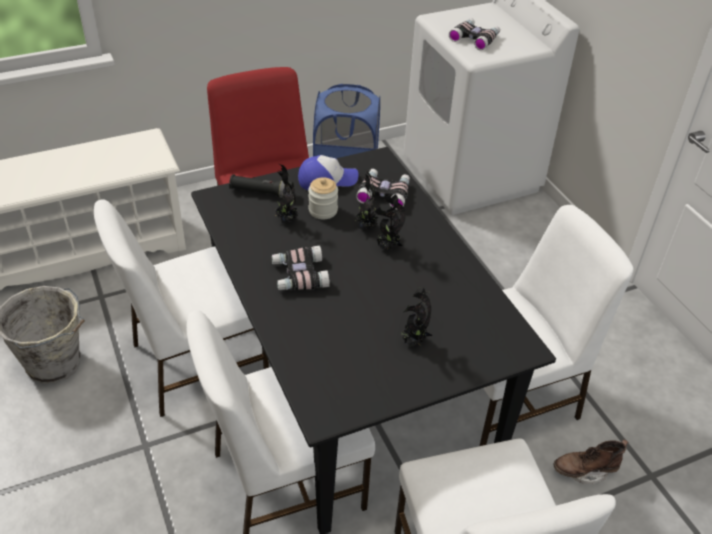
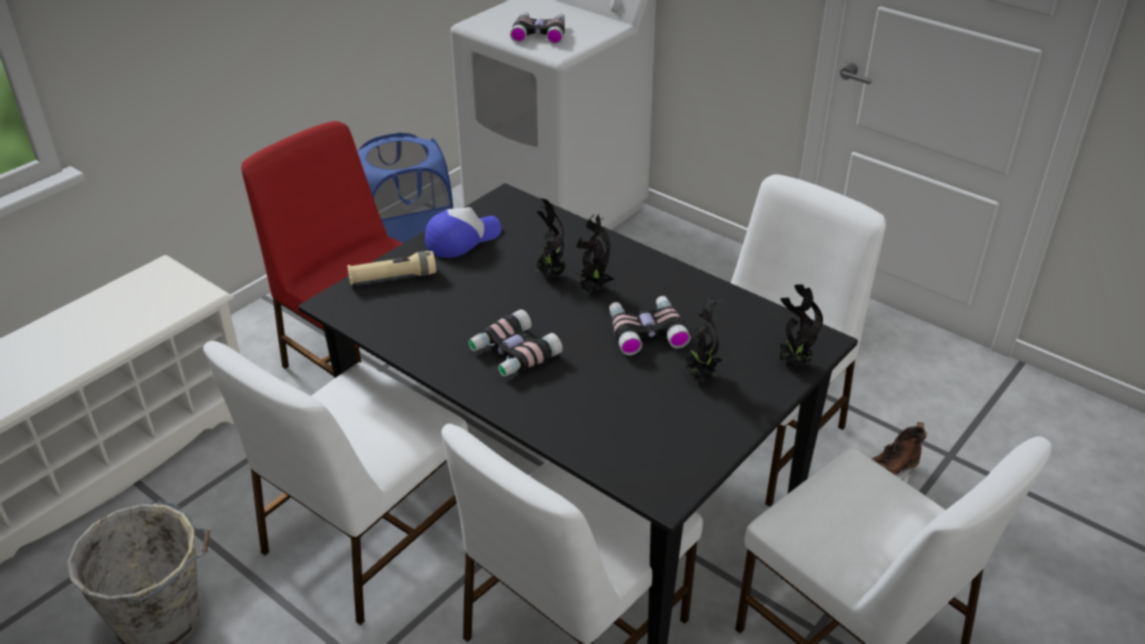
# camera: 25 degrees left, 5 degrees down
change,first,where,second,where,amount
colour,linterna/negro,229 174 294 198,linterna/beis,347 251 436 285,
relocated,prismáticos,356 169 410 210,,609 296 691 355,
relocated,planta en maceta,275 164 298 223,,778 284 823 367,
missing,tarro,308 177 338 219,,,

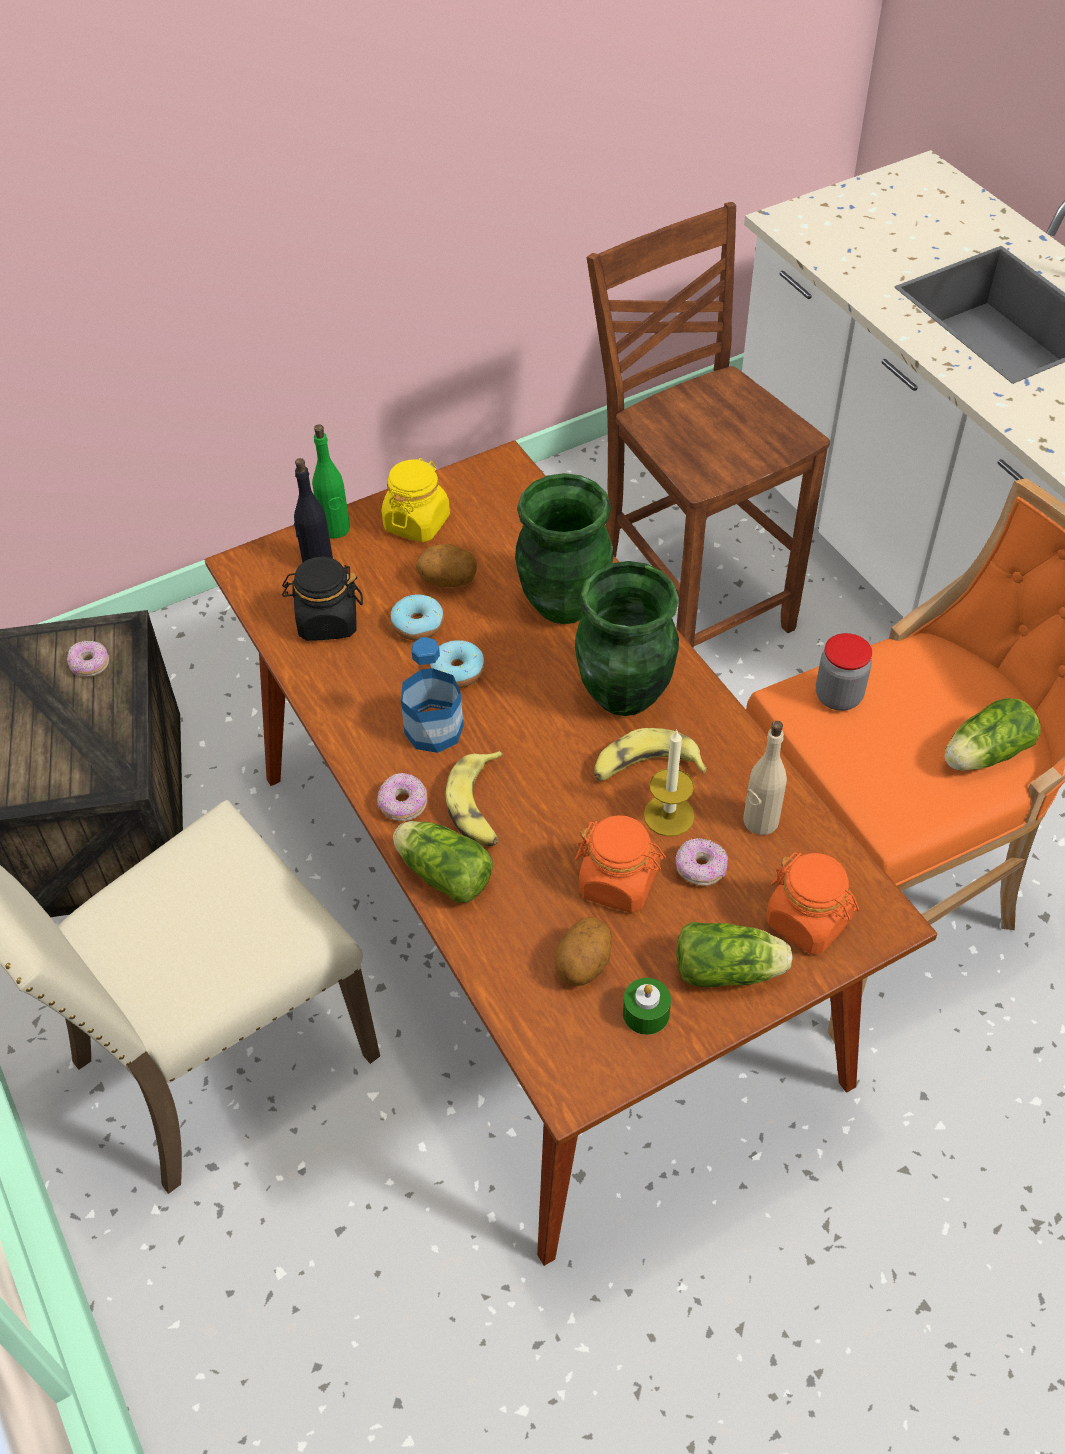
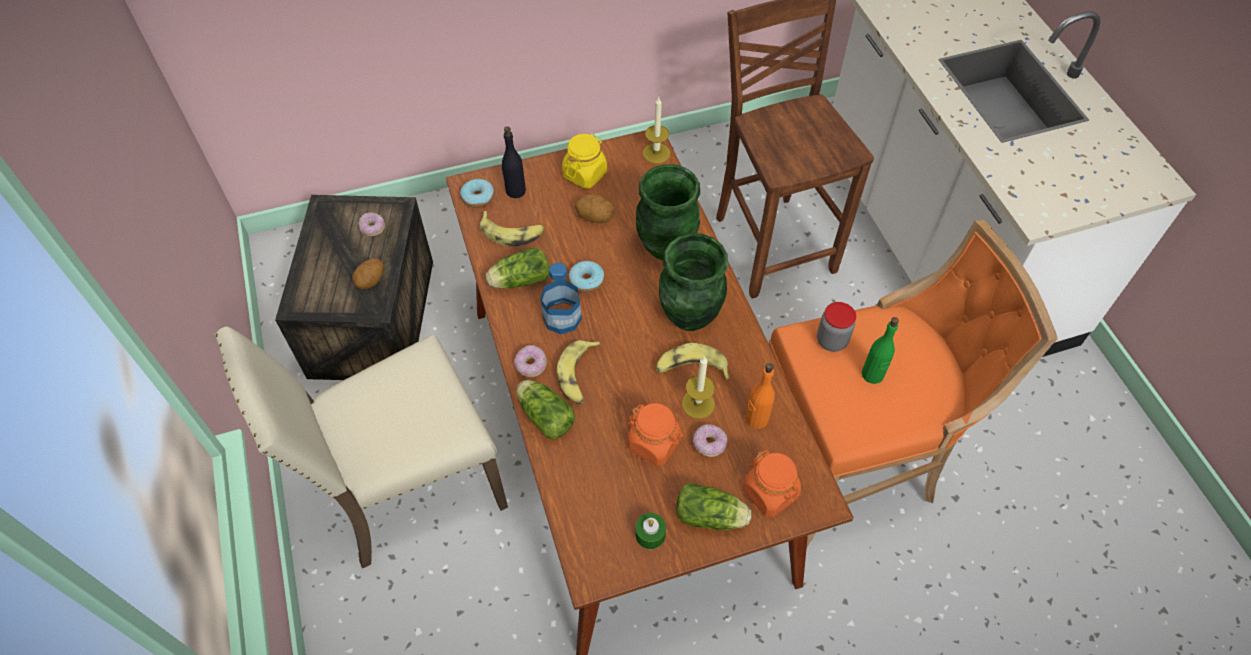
# camera: 10 degrees right, 5 degrees up
change,first,where,second,where,amount
relocated,patata,555 917 612 986,,352 258 385 289,
relocated,rosquilla,390 595 444 640,,460 179 495 208,
exchanged,tarro/negro,282 557 363 641,plátano,480 211 545 247,
relocated,lechuga,945 698 1041 771,,486 248 550 289,
appeared,,,vela,643 97 671 164,
colour,botella/beis,743 721 787 835,botella/naranja,746 363 775 429,
relocated,botella/verde,312 424 350 538,,862 317 899 384,

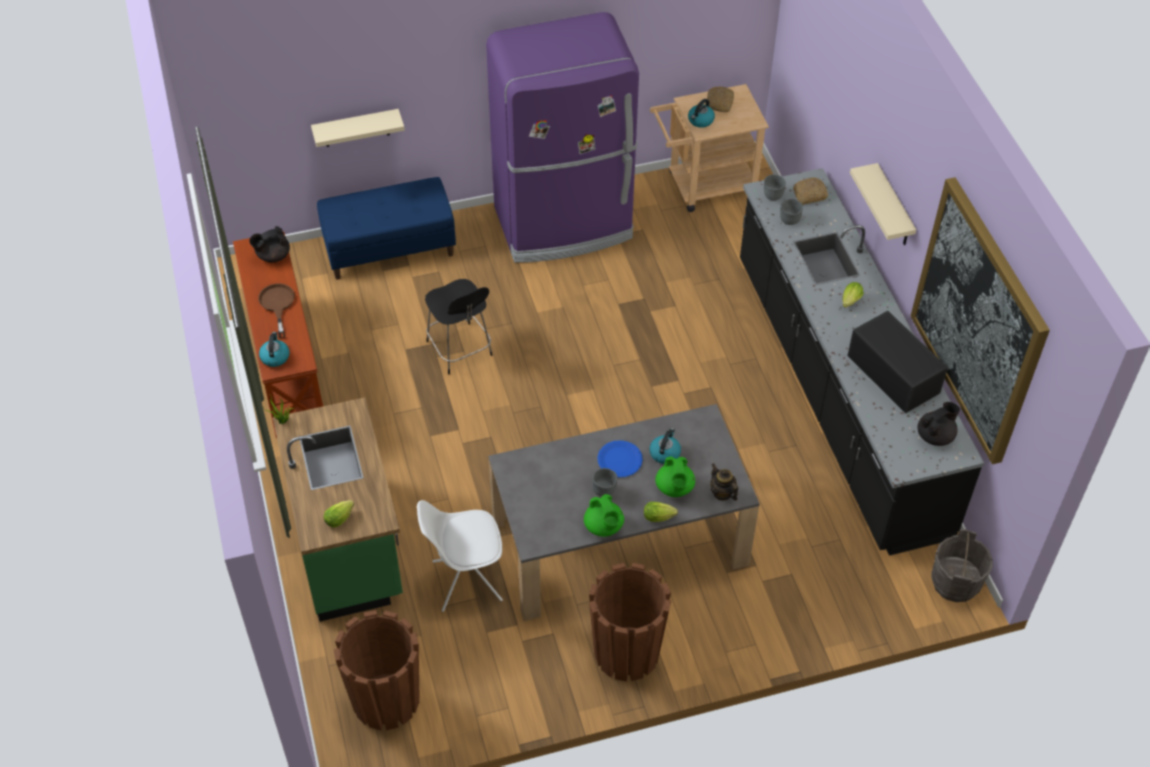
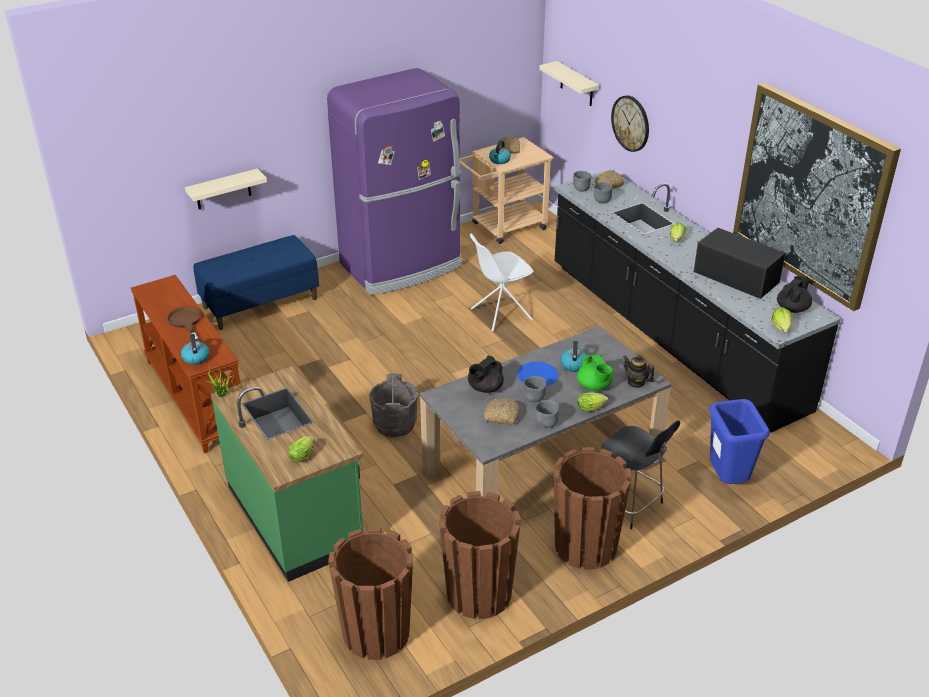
# camera: 15 degrees left, 15 degrees down
change,first,where,second,where,amount
relocated,cubo/gris,931 529 993 602,,369 373 418 437,
appeared,,,maceta/marrón,439 491 521 619,
relocated,tetera/negro,249 226 290 262,,468 356 504 393,
relocated,silla/blanco,417 500 503 612,,470 234 533 332,
appeared,,,pan,484 398 520 425,
exchanged,tetera/verde,584 494 624 537,cuenco/gris,536 400 559 428,
relocated,estante/beis,850 163 916 245,,539 61 599 106,
relocated,silla/negro,425 279 492 374,,601 420 680 529,
appeared,,,reloj de pared,611 95 649 152,
appeared,,,papelera/azul,709 399 770 484,
appeared,,,lechuga,771 307 792 332,

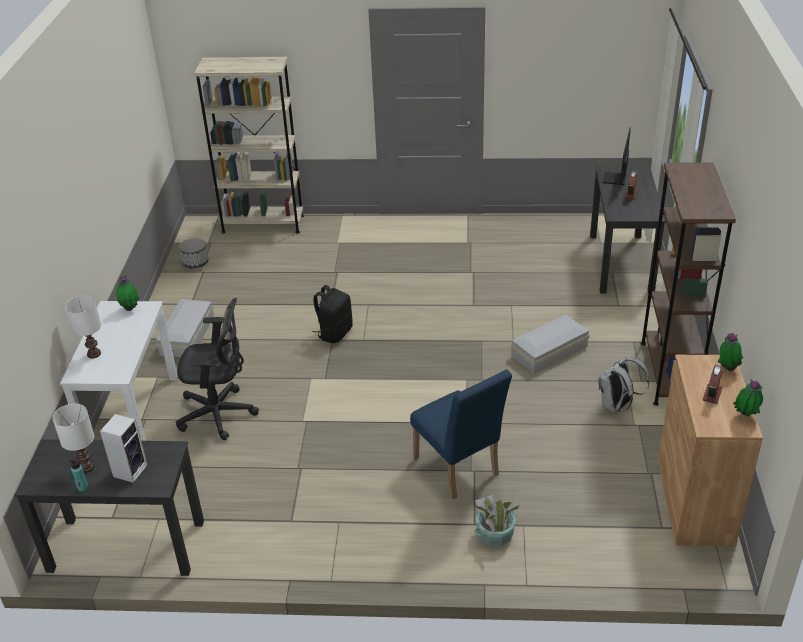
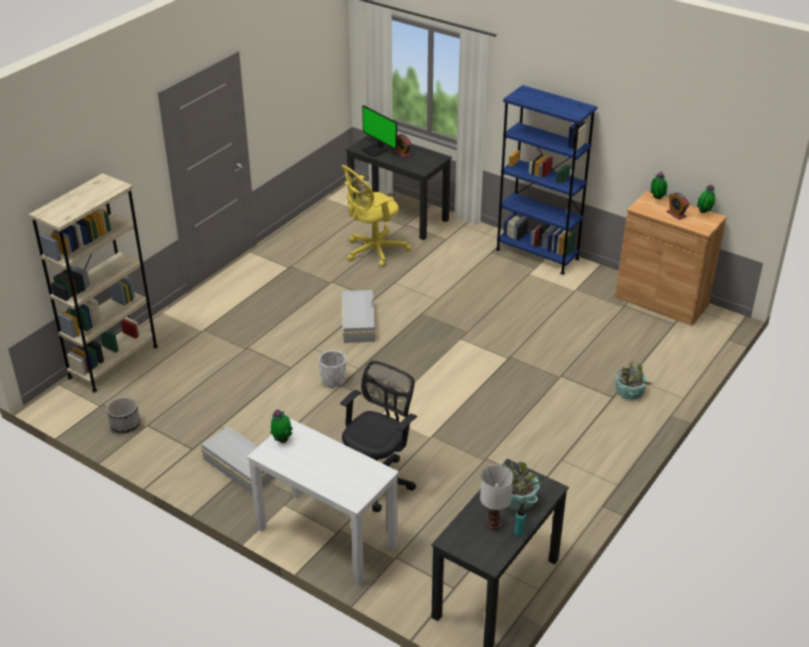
# camera: 60 degrees left, 0 degrees up
change,first,where,second,where,amount
exchanged,mochila/negro,312 285 353 343,maceta/blanco,319 350 346 388,
appeared,,,silla de oficina/amarillo,341 165 412 267,
relocated,caja de almacenaje/blanco,511 314 589 374,,342 290 376 343,
colour,estantería/marrón,640 162 736 406,estantería/azul,496 85 597 275,
exchanged,altavoz,100 414 148 483,planta en maceta,503 461 551 510,
missing,lámpara de mesa/blanco,65 296 101 359,,,
missing,silla/azul,410 370 512 499,,,
missing,mochila/blanco,598 356 649 413,,,

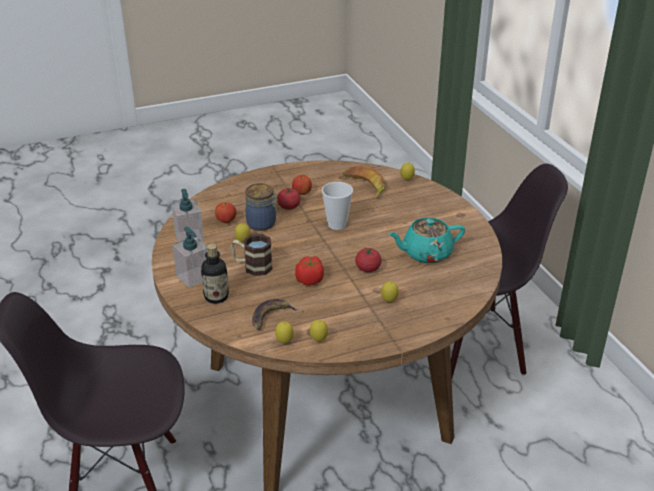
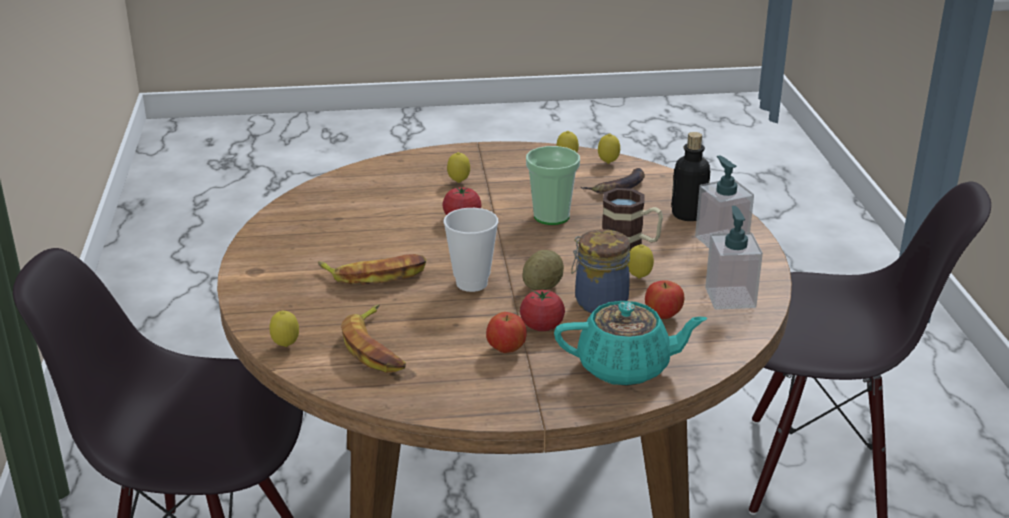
# camera: 165 degrees left, 5 degrees down
change,first,where,second,where,amount
appeared,,,plátano,318 254 427 285,
appeared,,,patata,522 250 564 290,
exchanged,tomate,295 256 324 286,taza,526 146 580 225,
relocated,tetera/turquesa,388 218 465 263,,554 301 707 386,

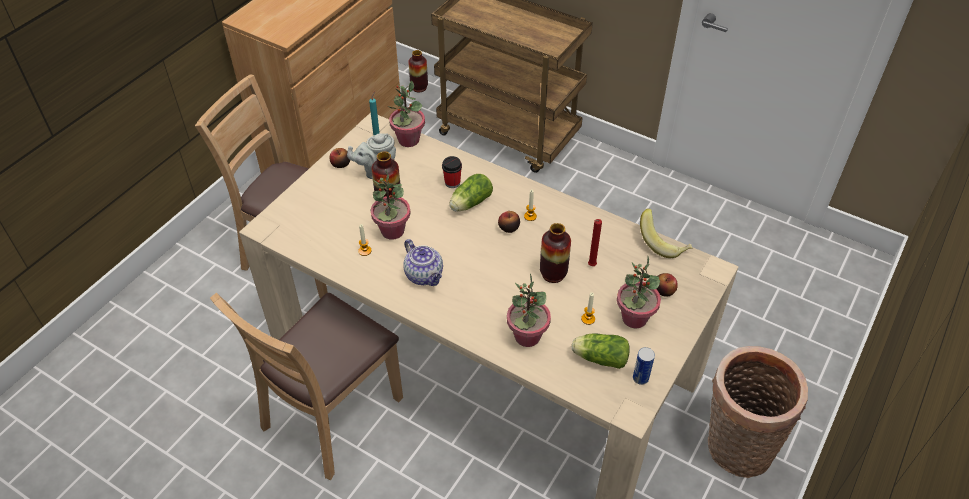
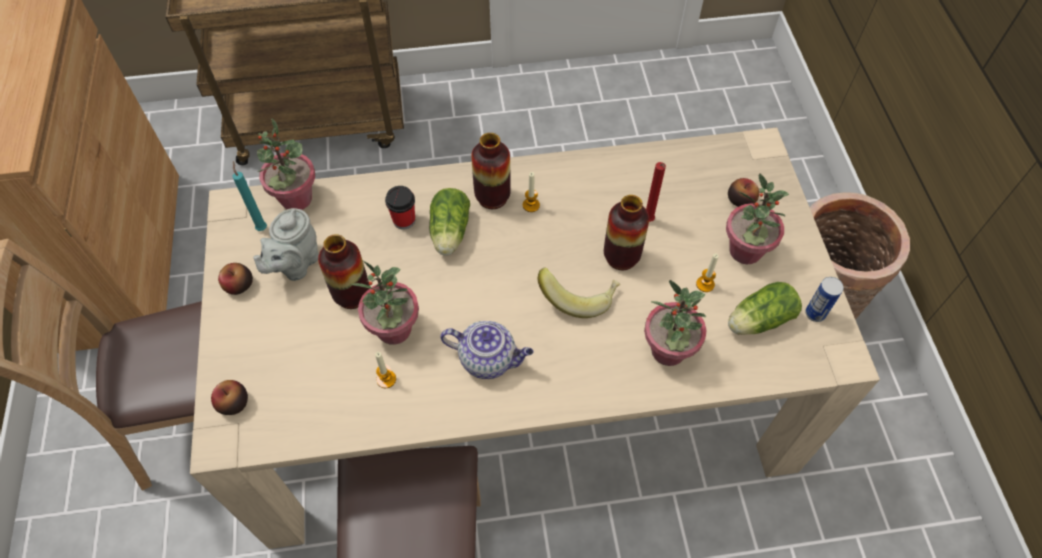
# camera: 40 degrees left, 10 degrees up
change,first,where,second,where,amount
relocated,manzana,498 211 520 233,,211 380 248 415,
relocated,florero,408 50 428 92,,471 133 511 209,
relocated,plátano,640 209 692 258,,538 267 620 318,

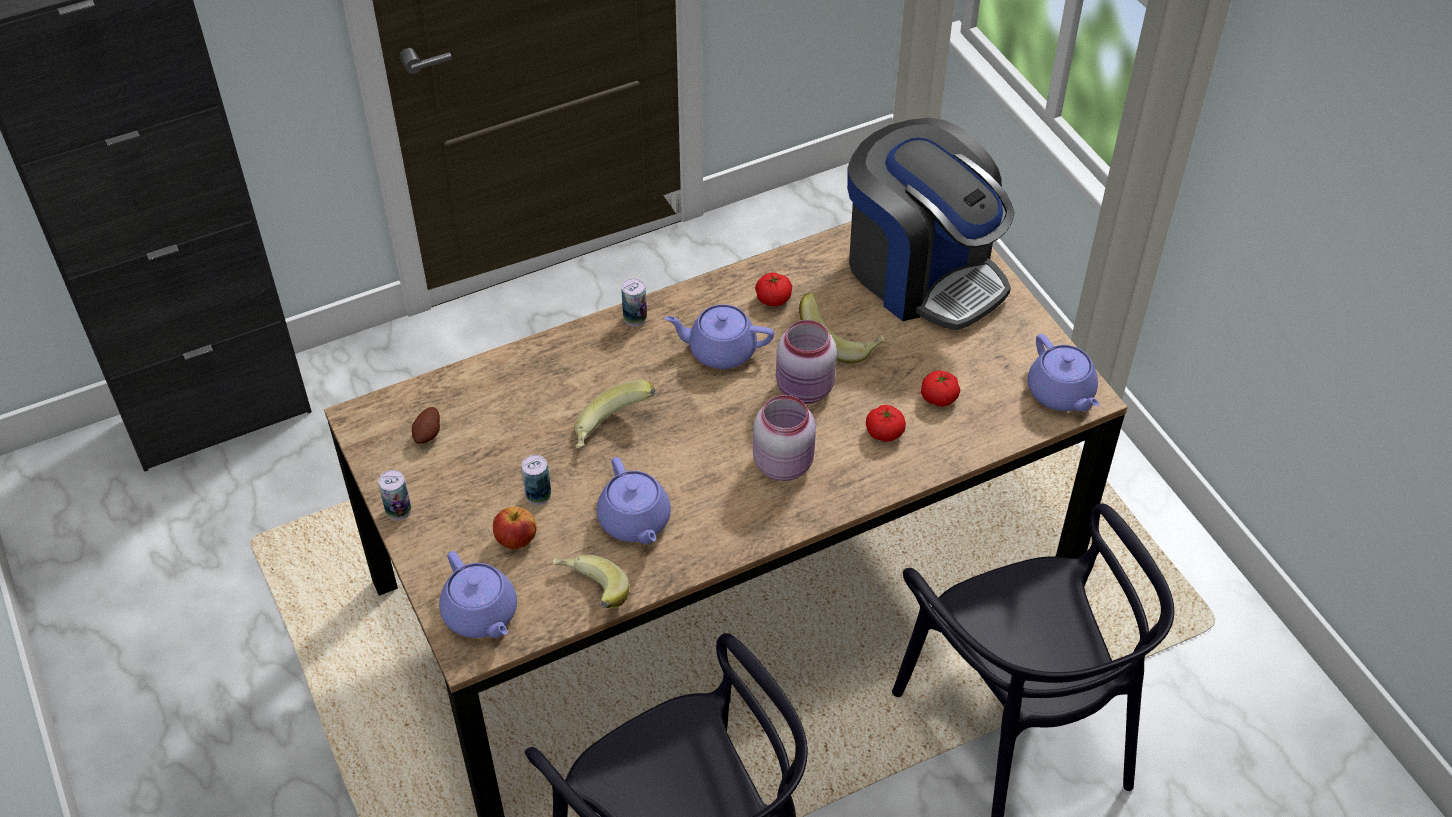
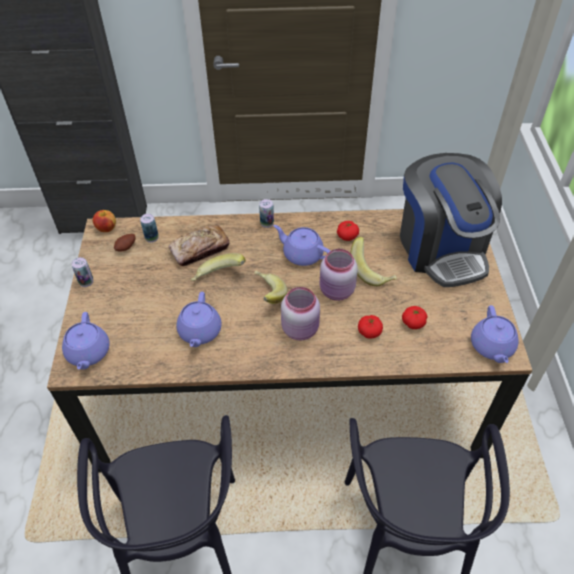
# camera: 25 degrees right, 0 degrees up
change,first,where,second,where,amount
relocated,manzana,493 507 537 549,,93 210 116 232,
relocated,lata,521 455 551 505,,140 214 158 243,
appeared,,,pan,169 225 229 266,
relocated,plátano,553 555 629 608,,254 270 287 304,

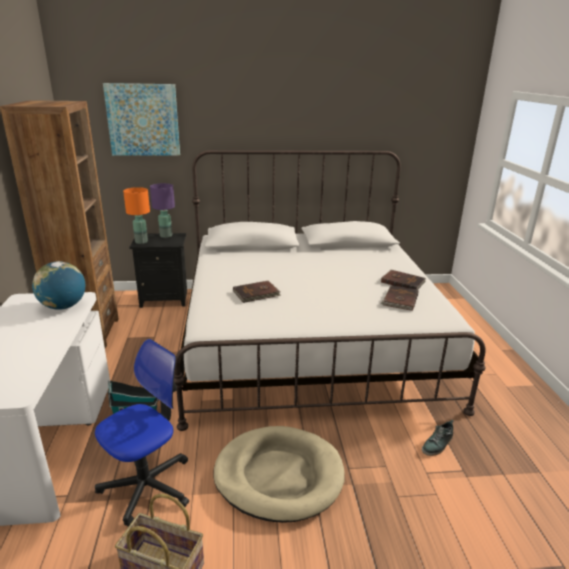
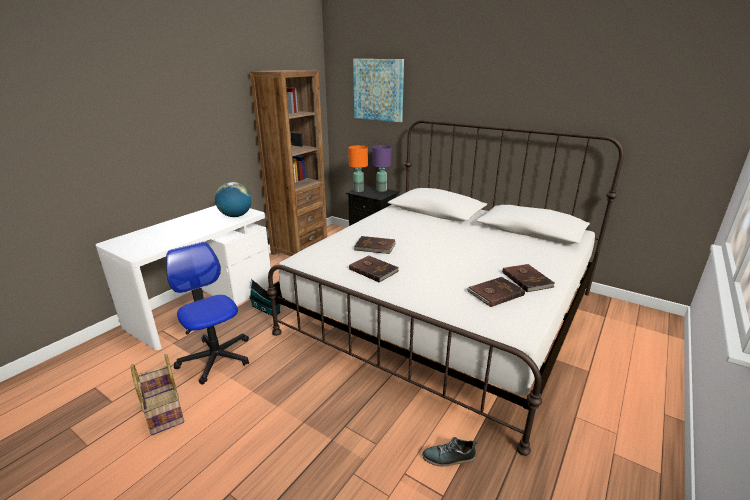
# camera: 40 degrees right, 0 degrees up
change,first,where,second,where,amount
spun,silla de oficina,95 339 189 527,,166 242 249 385,120 degrees counterclockwise
appeared,,,libro/marrón,349 255 399 282,
missing,cama para perro/beis,213 426 344 523,,,

